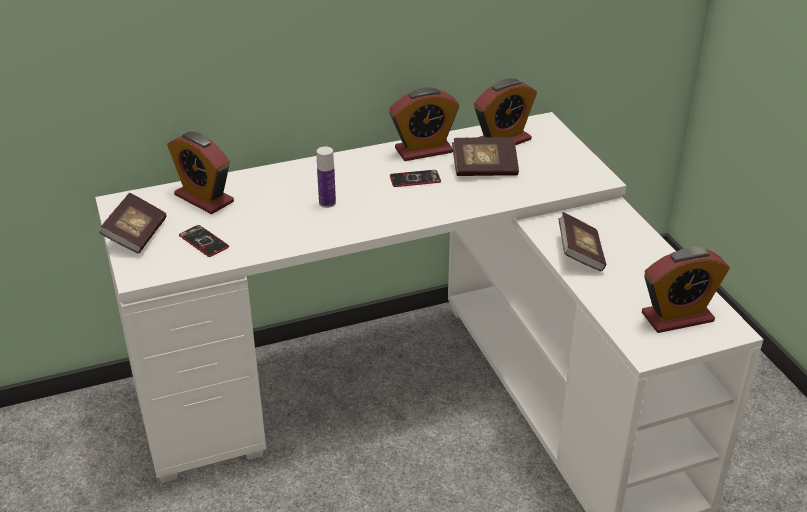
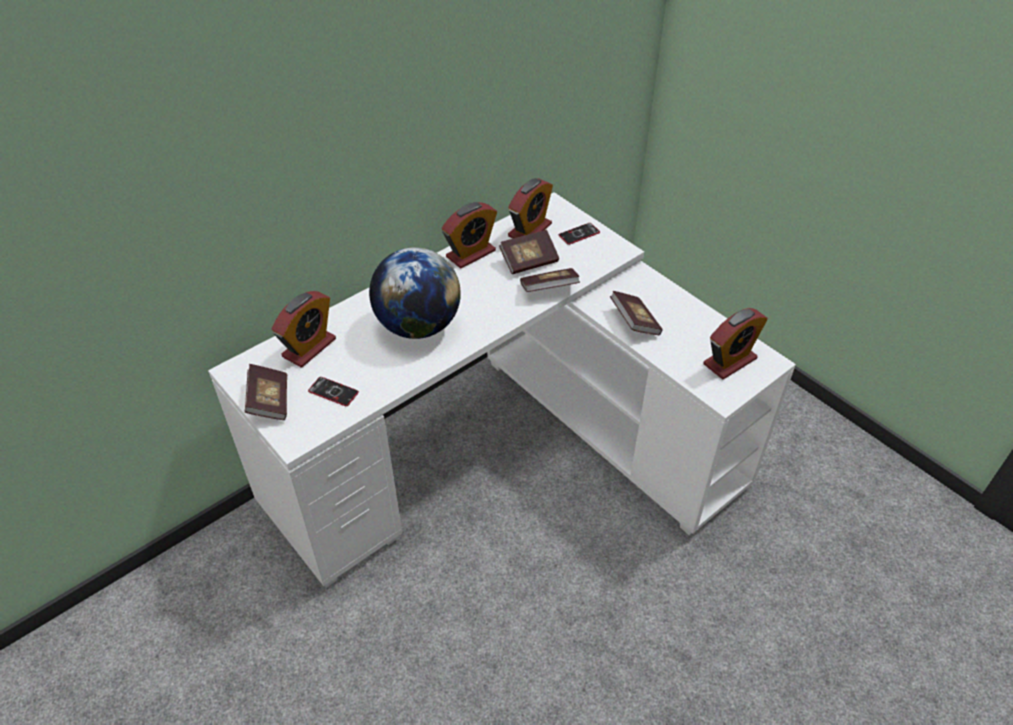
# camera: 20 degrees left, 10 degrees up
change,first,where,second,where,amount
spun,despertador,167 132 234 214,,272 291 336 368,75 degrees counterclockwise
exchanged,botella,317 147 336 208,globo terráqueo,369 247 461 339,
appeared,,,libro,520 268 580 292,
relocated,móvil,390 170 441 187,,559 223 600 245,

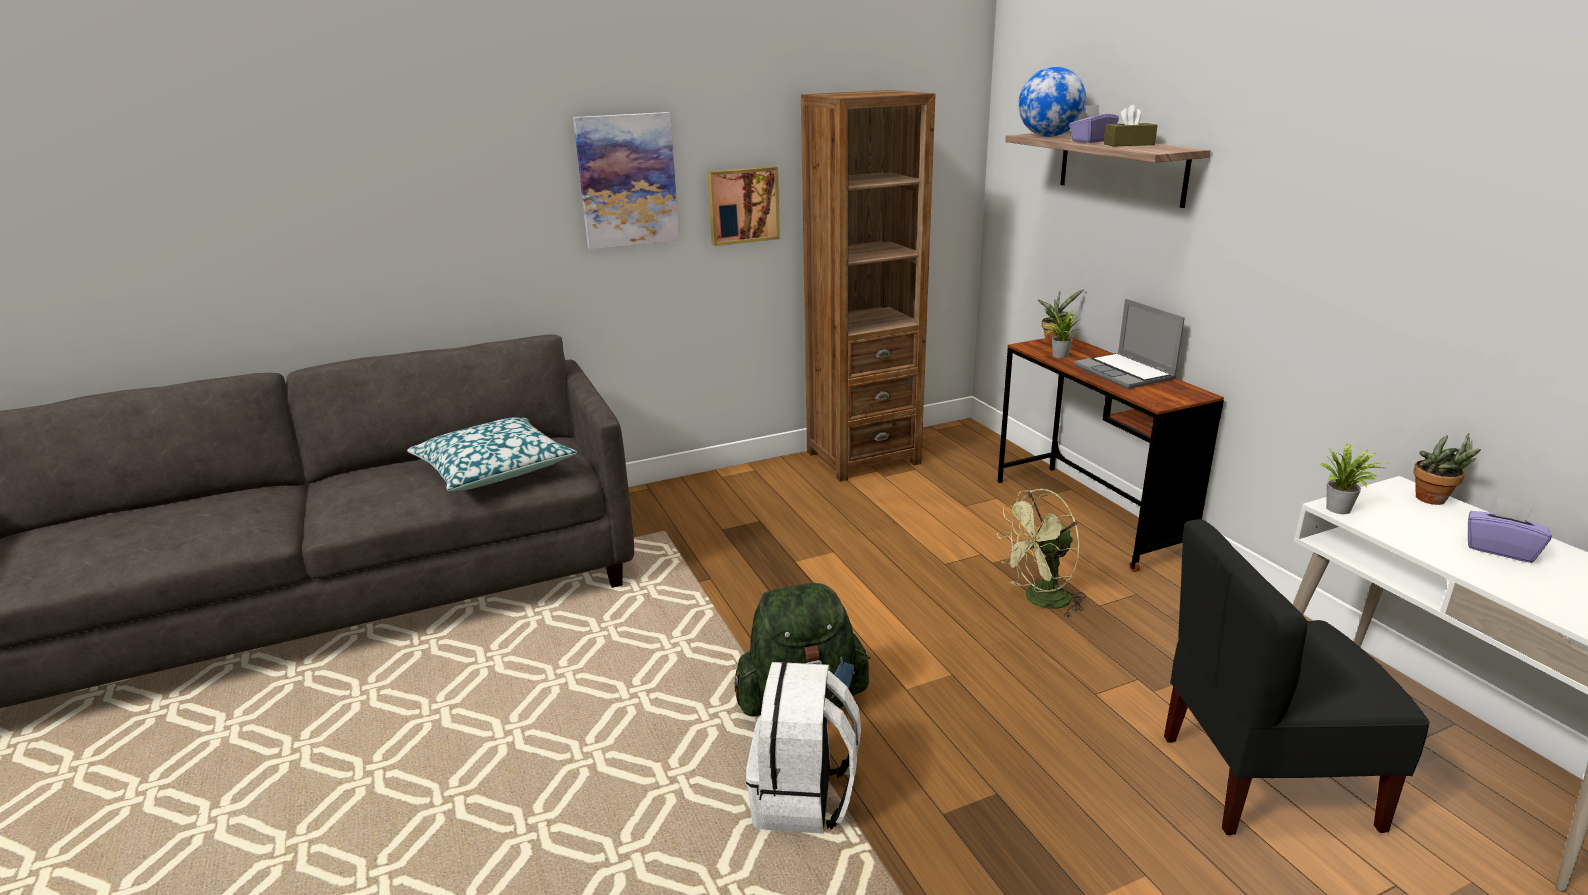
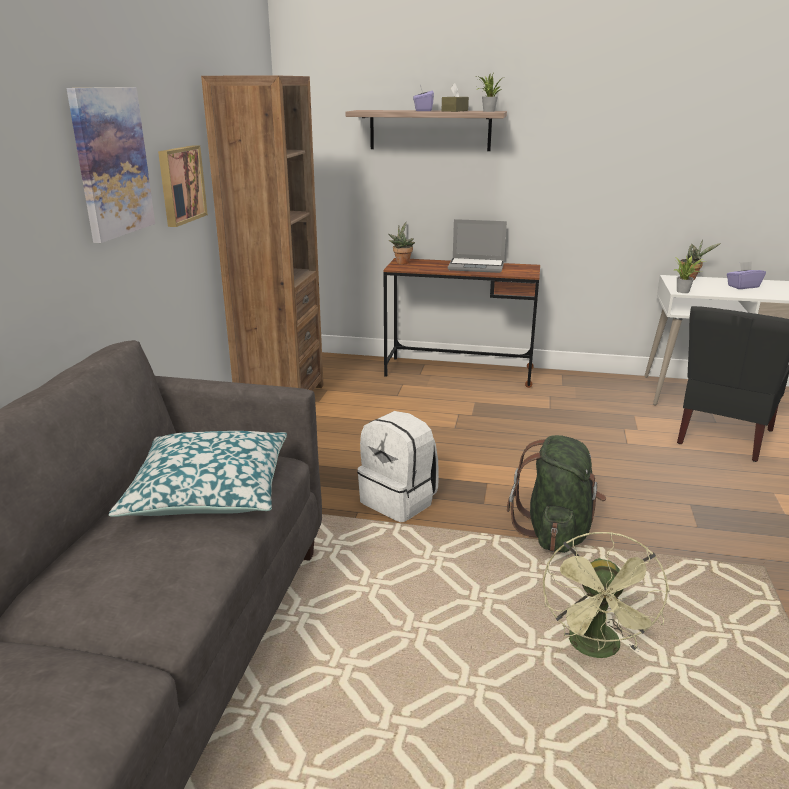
# camera: 55 degrees left, 0 degrees up
change,first,where,second,where,amount
relocated,mochila/blanco,746 662 861 834,,357 411 439 522,
relocated,planta en maceta,1042 310 1081 358,,477 73 504 112,
relocated,ventilador/verde,997 489 1086 617,,543 532 669 658,
missing,globo terráqueo,1018 66 1086 137,,,

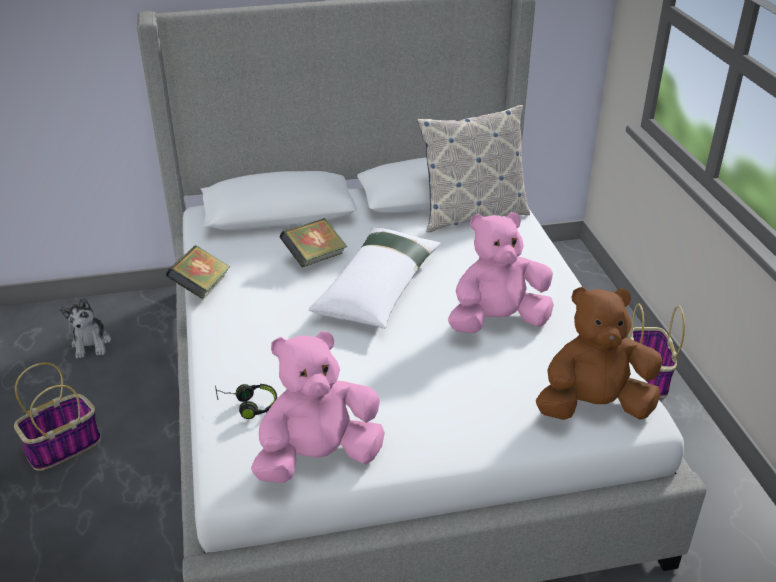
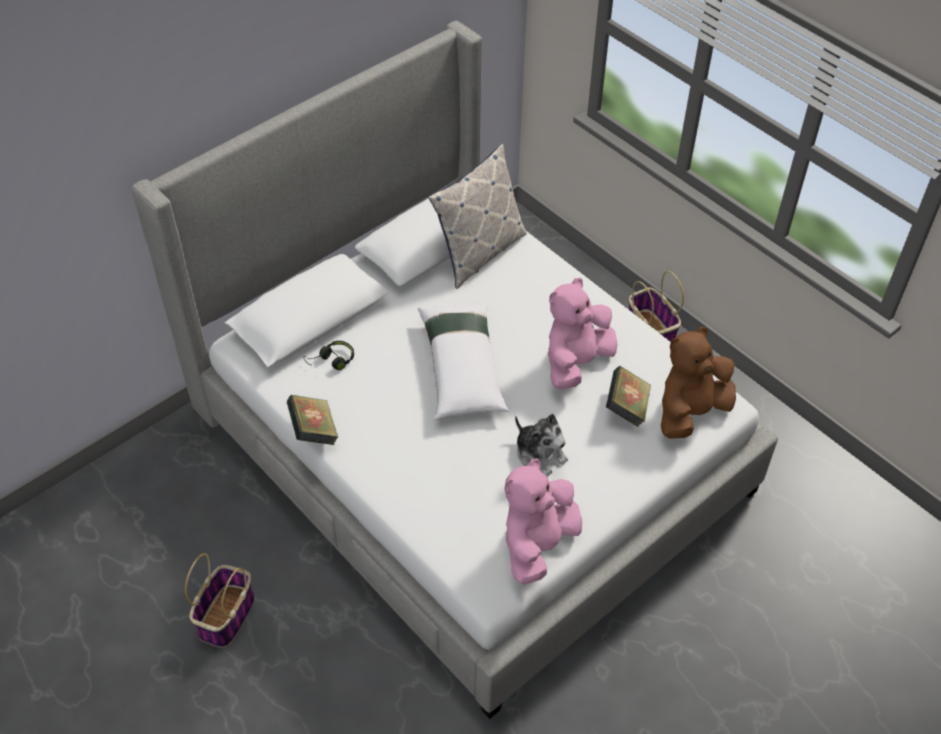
# camera: 30 degrees left, 15 degrees up
change,first,where,second,where,amount
relocated,auriculares/negro,215 384 277 419,,303 341 354 370,
relocated,peluche,60 298 111 359,,515 414 568 477,
relocated,libro,280 218 347 267,,606 366 651 427,

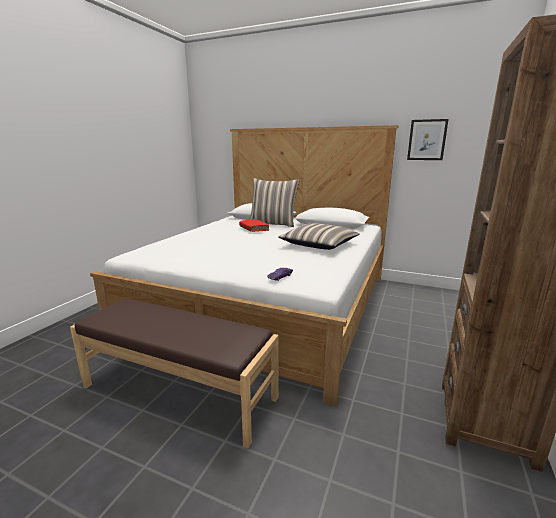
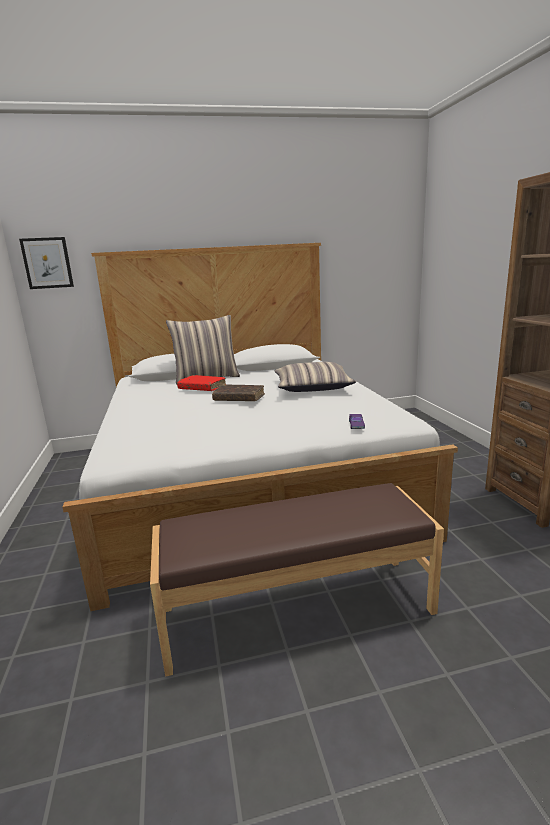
# camera: 35 degrees left, 0 degrees up
change,first,where,second,where,amount
relocated,cuadro,407 119 449 160,,19 237 74 289,
appeared,,,libro/marrón,212 384 265 401,

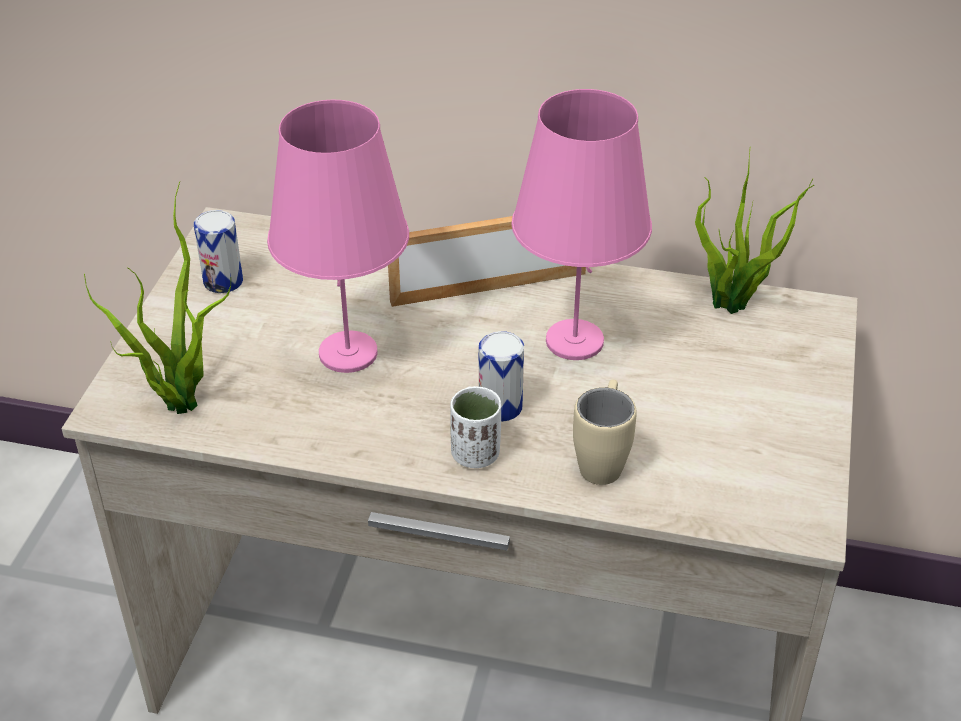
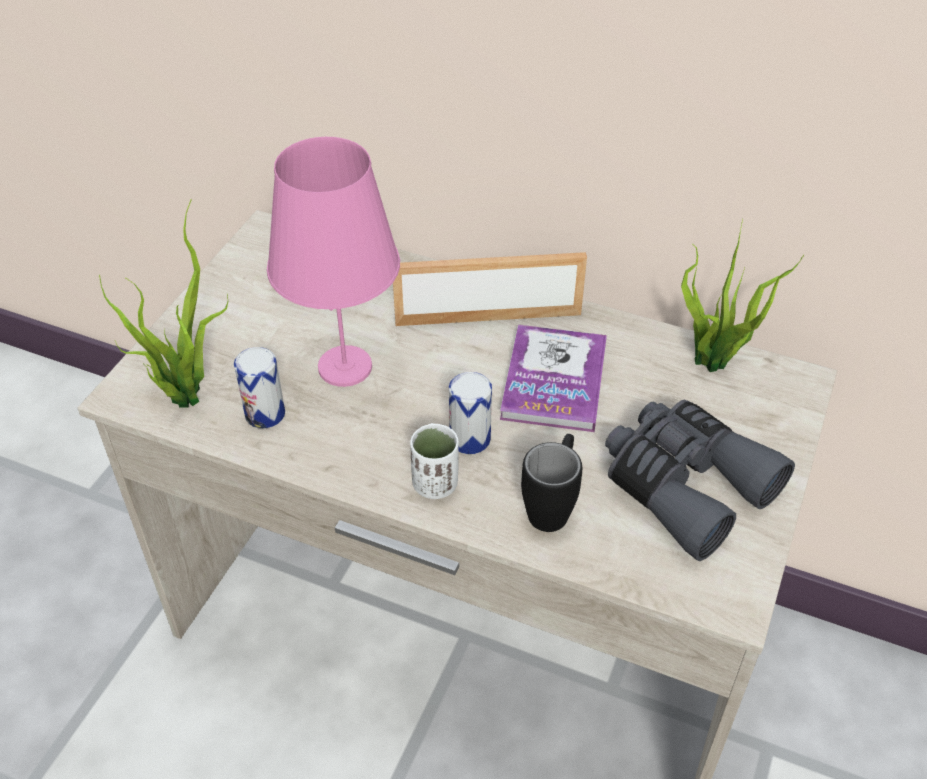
# camera: 10 degrees right, 5 degrees up
change,first,where,second,where,amount
relocated,lata,194 210 243 293,,234 347 285 428,
exchanged,lámpara de mesa/rosa,511 89 652 360,libro,500 325 607 432,
colour,taza grande/beis,573 380 637 485,taza grande/negro,521 434 582 532,
appeared,,,prismáticos/gris,605 400 795 561,

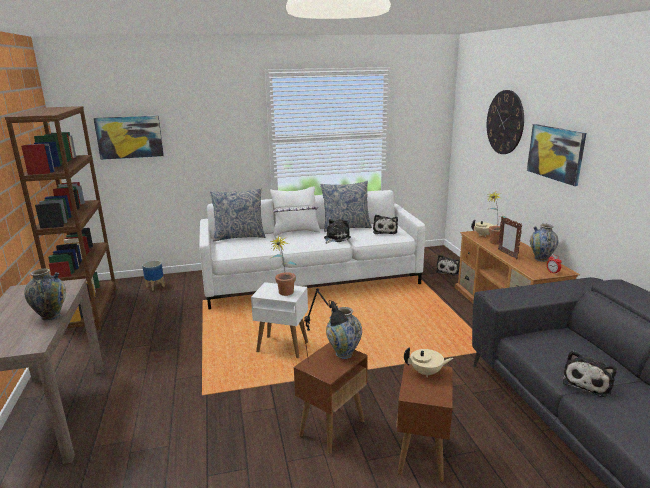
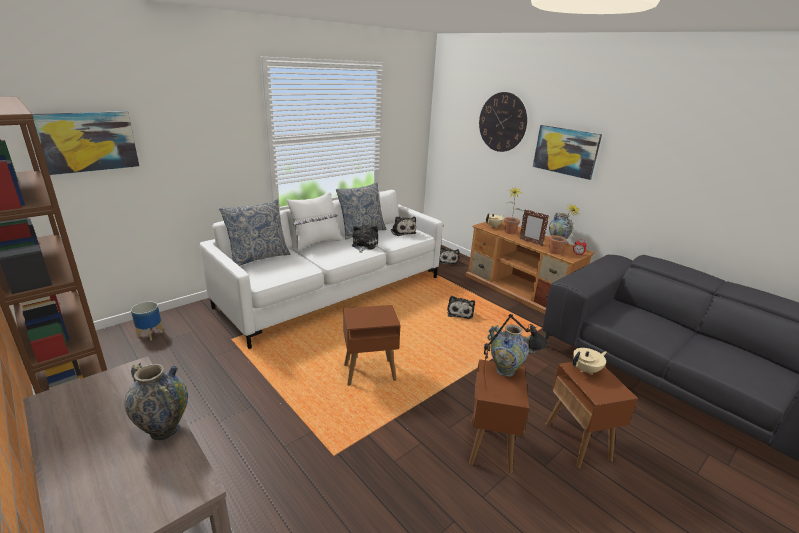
# camera: 30 degrees left, 5 degrees up
change,first,where,second,where,amount
colour,mesa auxiliar/blanco,251 282 308 358,mesa auxiliar/marrón,343 305 401 386,
relocated,peluche,563 351 617 397,,447 296 475 319,
relocated,planta en maceta,270 235 297 296,,549 203 580 254,

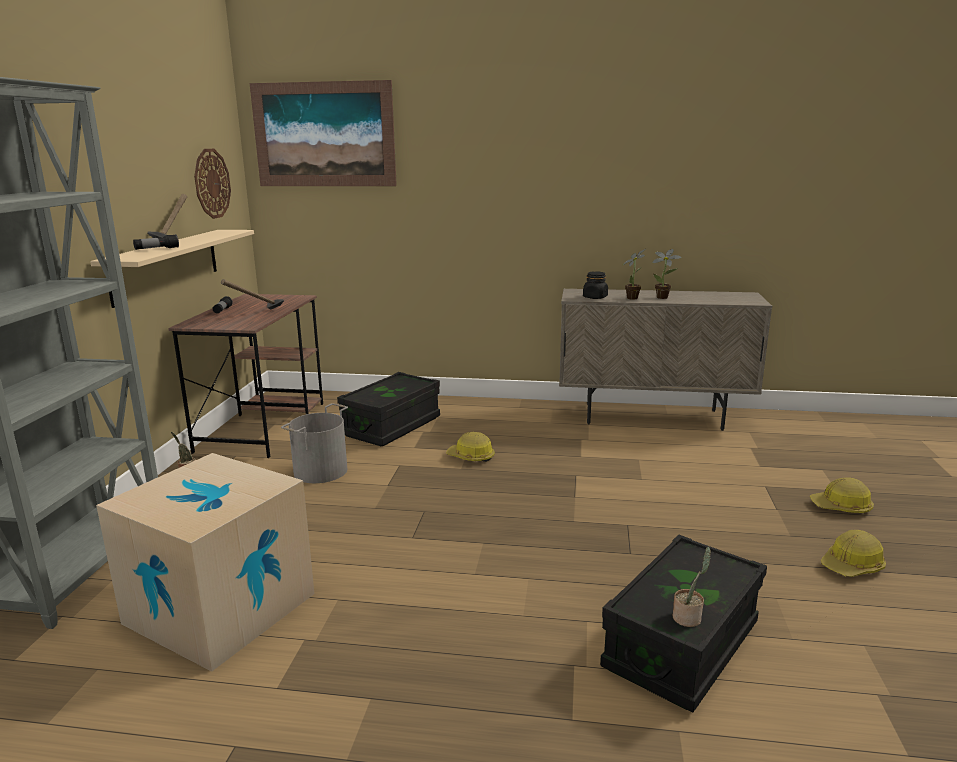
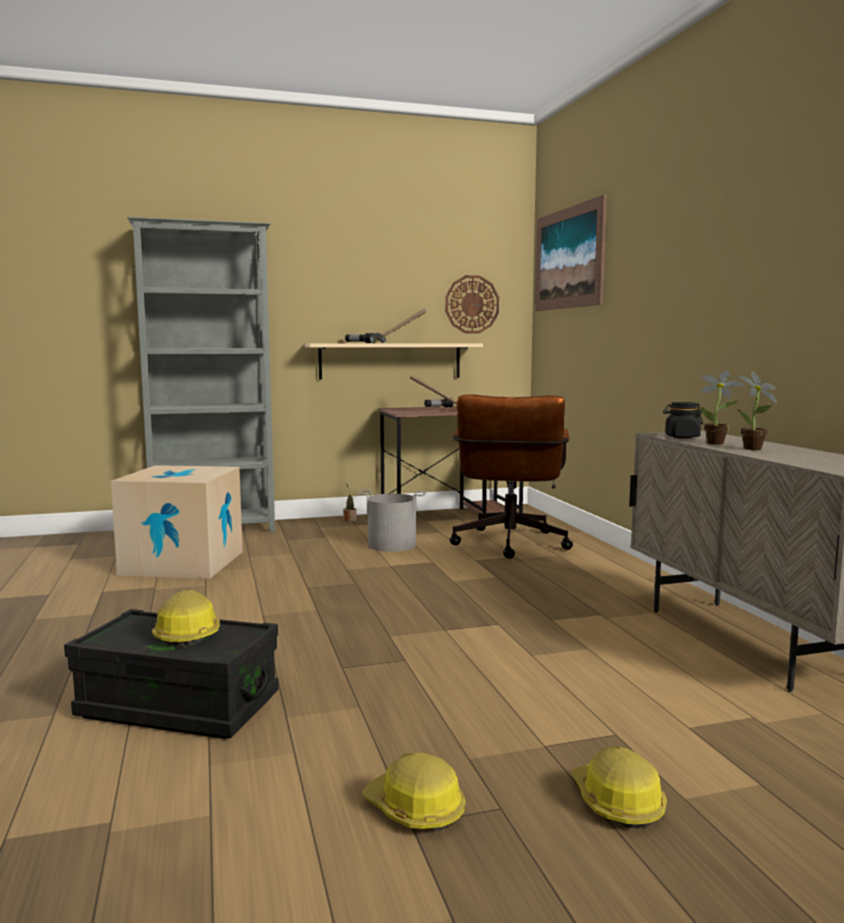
# camera: 65 degrees right, 10 degrees down
change,first,where,second,where,amount
relocated,casco,446 432 495 462,,152 590 220 648,
exchanged,caja de almacenaje/negro,337 372 440 446,silla de oficina/marrón,449 394 573 559,
missing,planta en maceta,673 547 711 627,,,

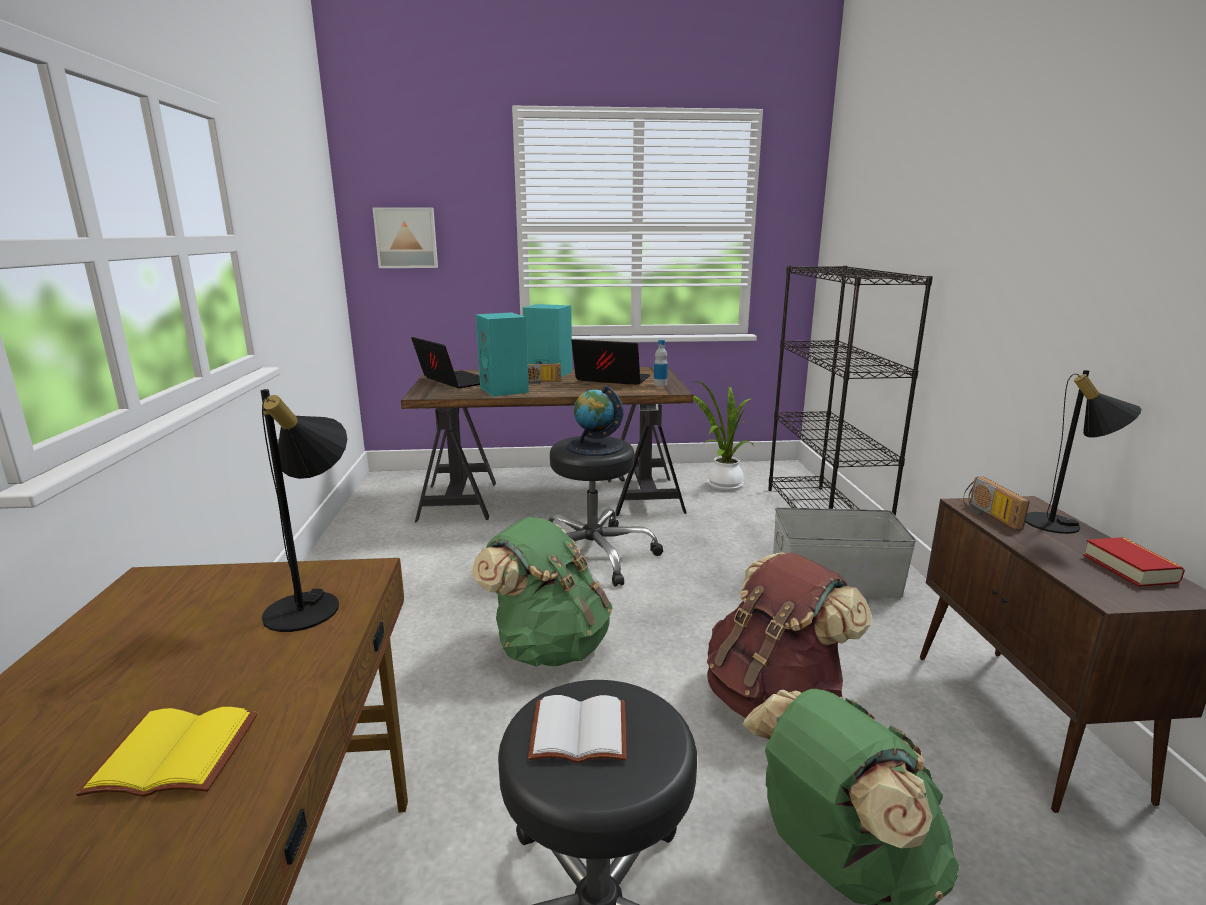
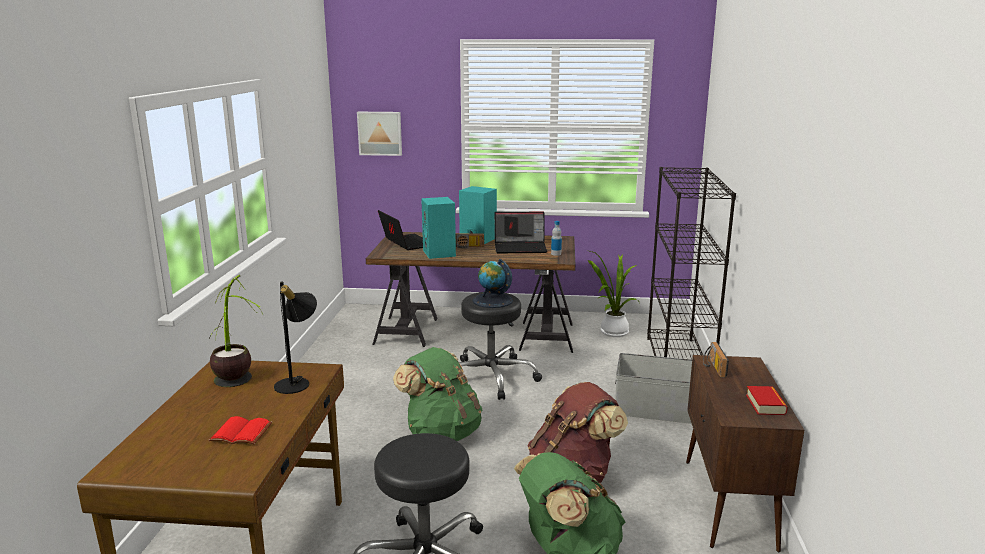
# camera: 10 degrees right, 0 degrees up
change,first,where,second,where,amount
colour,libro/amarillo,76 707 258 797,libro/rojo,208 416 272 444,
appeared,,,planta en maceta,209 275 264 387,
spun,portátil,571 339 650 385,,495 212 547 253,150 degrees clockwise
missing,libro/blanco,528 695 627 763,,,
missing,lámpara de mesa/negro,1025 370 1141 534,,,

